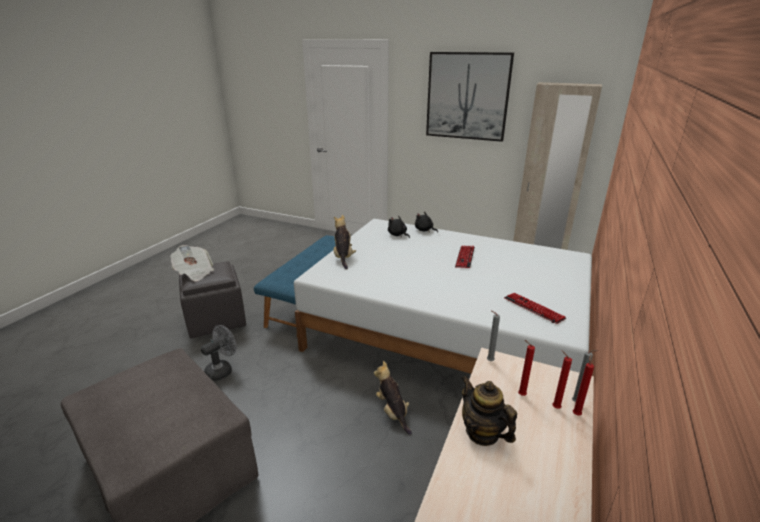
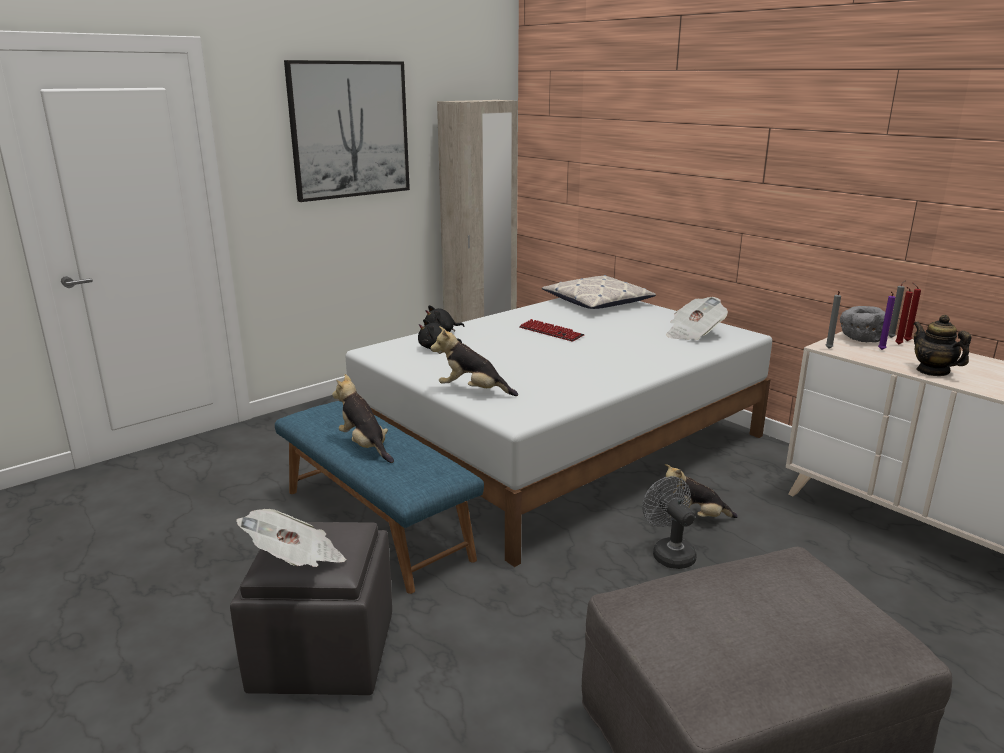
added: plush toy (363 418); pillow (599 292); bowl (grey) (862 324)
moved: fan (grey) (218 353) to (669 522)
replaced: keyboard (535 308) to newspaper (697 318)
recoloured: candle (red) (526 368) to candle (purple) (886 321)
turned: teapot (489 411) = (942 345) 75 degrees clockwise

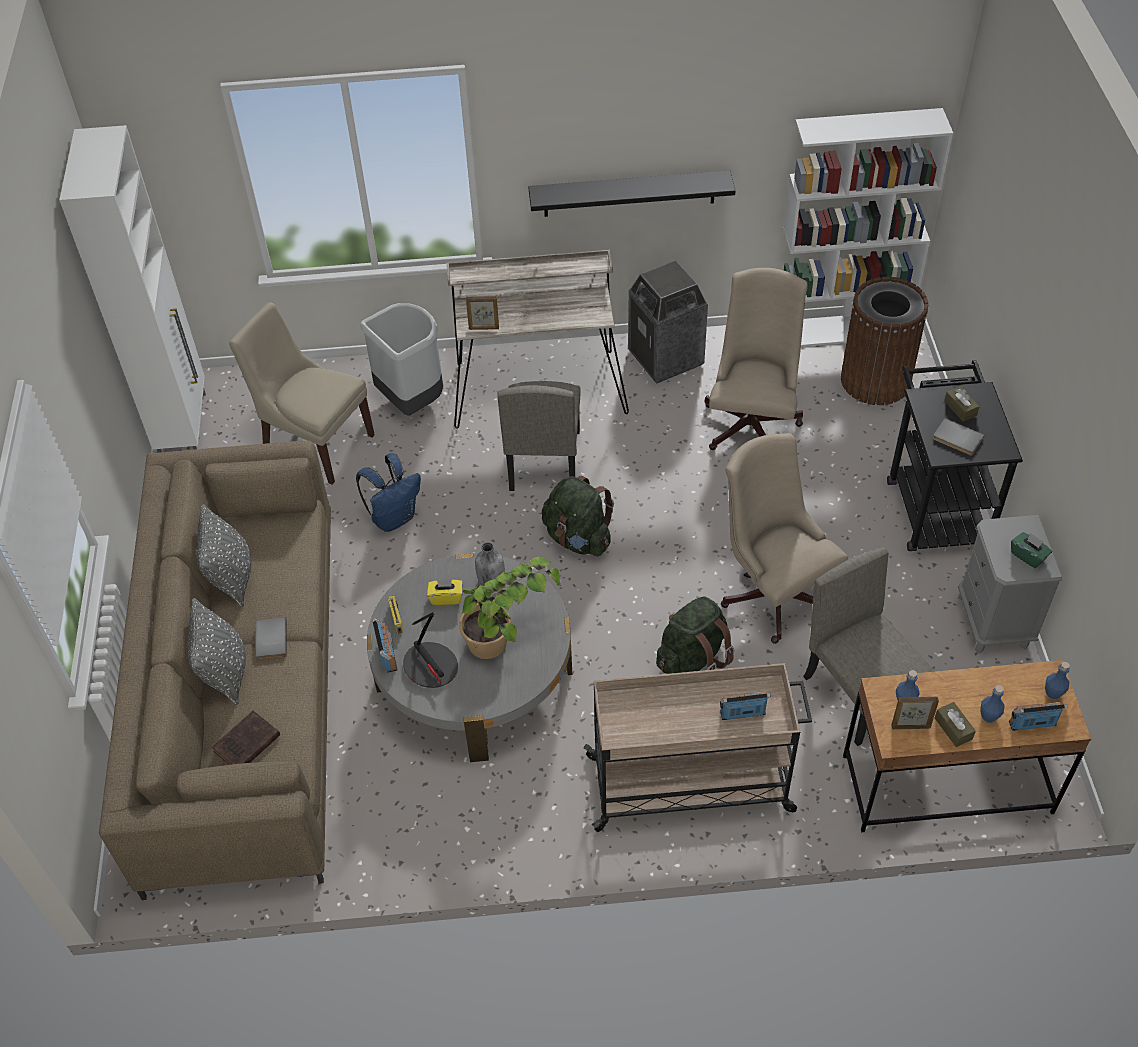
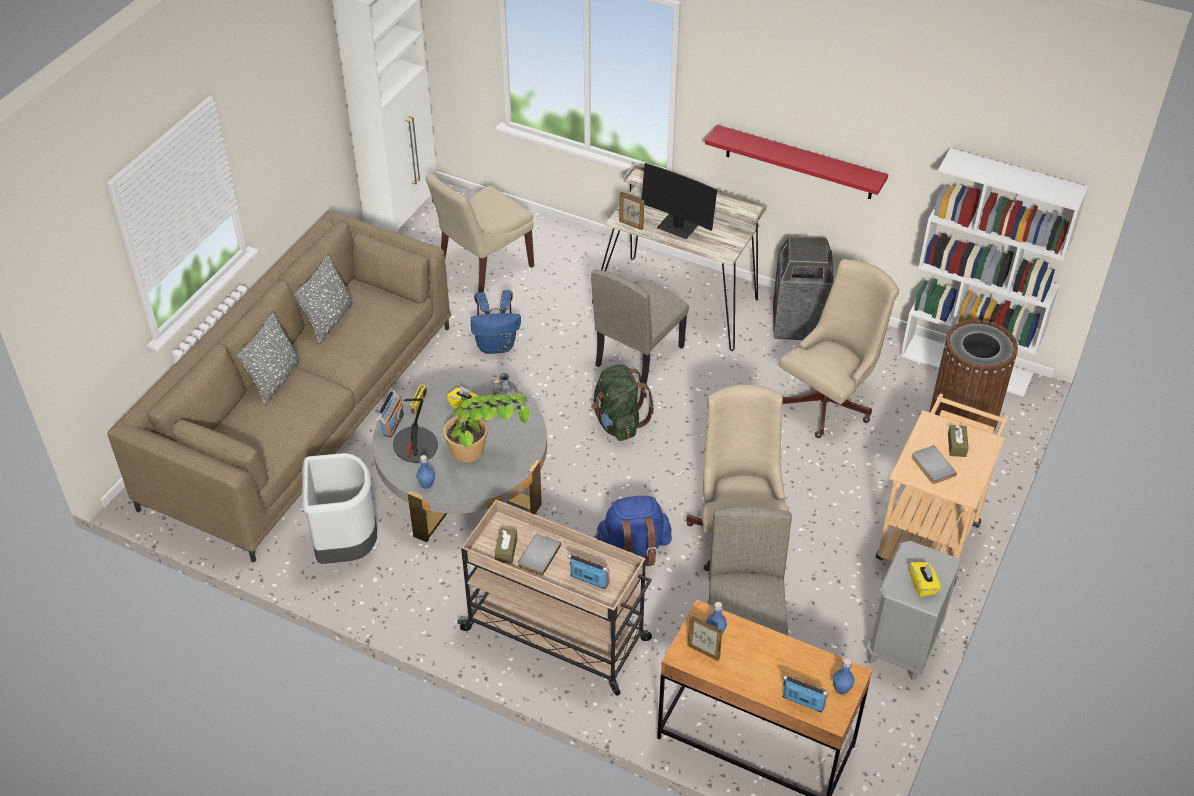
removed: book (brown) (246 738)
added: monitor (679 201)
moved: book (grey) (270 638) to (539 555); trash can (grey) (401 359) to (339 508); tissue box (brown) (955 724) to (506 545); bottle (blue) (992 704) to (425 472)
recoloured: shelf (black) (631 193) to shelf (red) (796 162); backpack (green) (695 635) to backpack (blue) (633 531); cart (black) (955 455) to cart (beige) (942 489); tissue box (green) (1031 550) to tissue box (yellow) (925 579)
turned: chair (beige) (302 393) = (480 232) 105 degrees counterclockwise

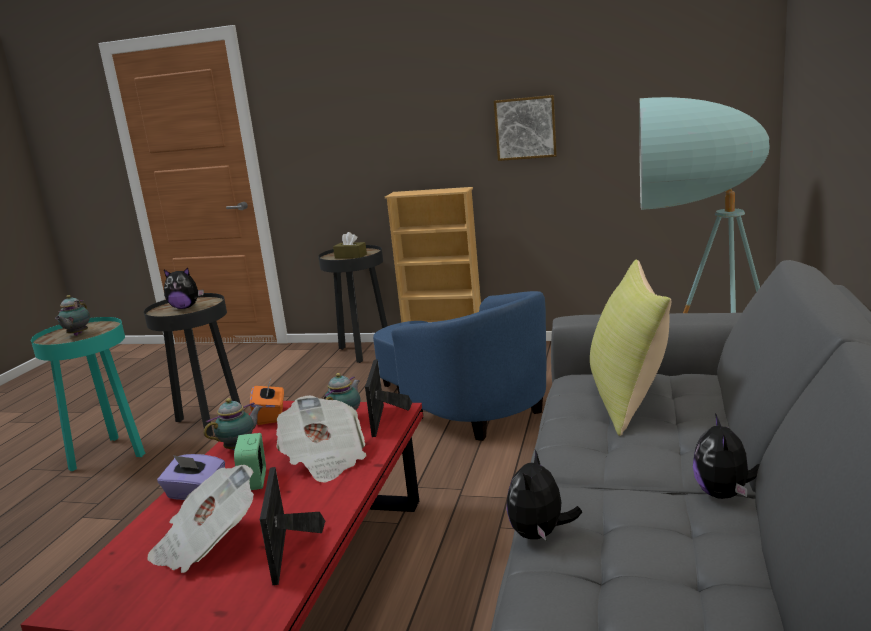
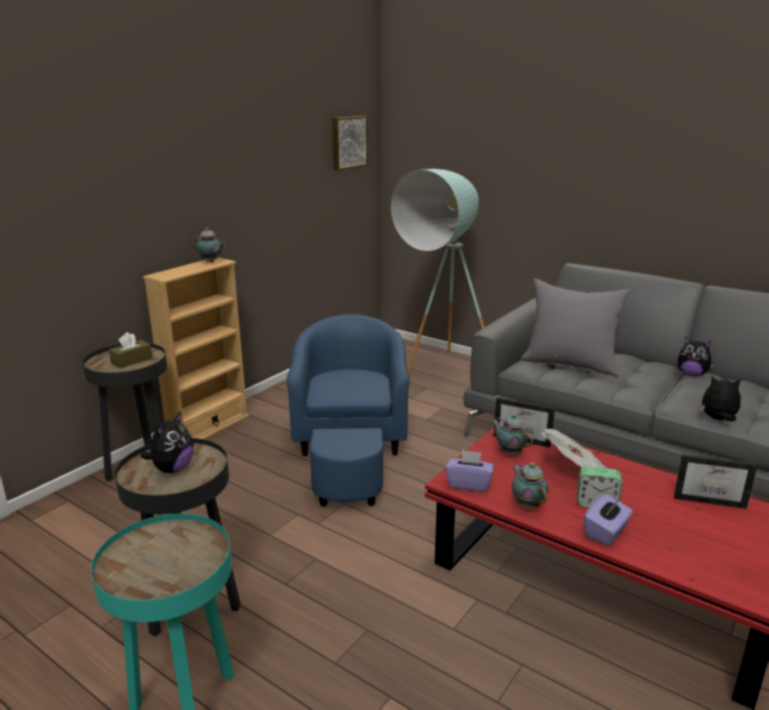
removed: newspaper (201 519)
moved: teapot (72 315) to (209 245); picture (525 128) to (350 143)
recoloured: tissue box (orange) (267 402) to tissue box (purple) (469 471); pillow (yellow) (630 348) to pillow (grey) (575 328)
turned: armchair (blue) (459 366) = (348 410) 75 degrees counterclockwise; plush toy (544 495) = (721 398) 150 degrees clockwise

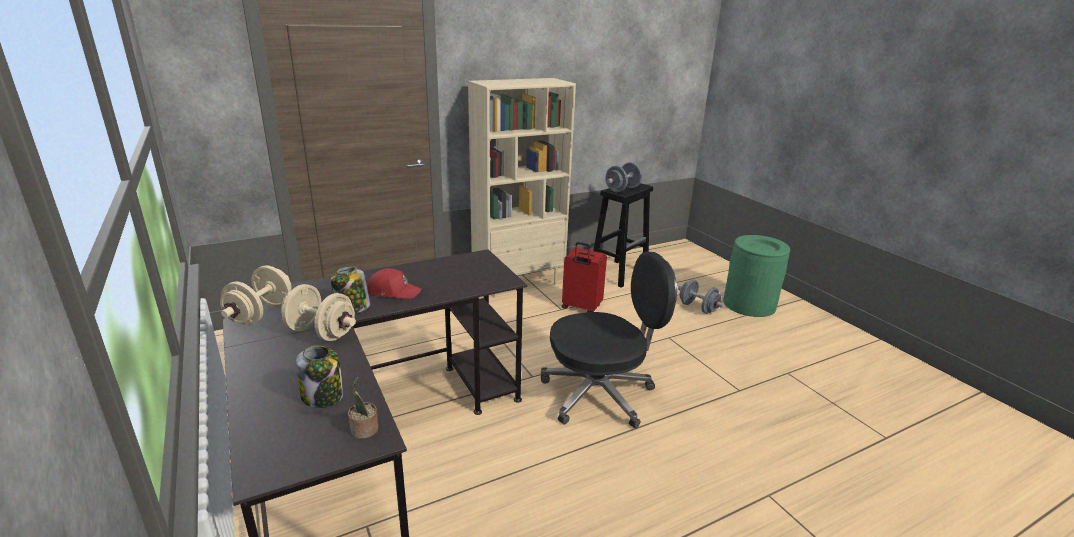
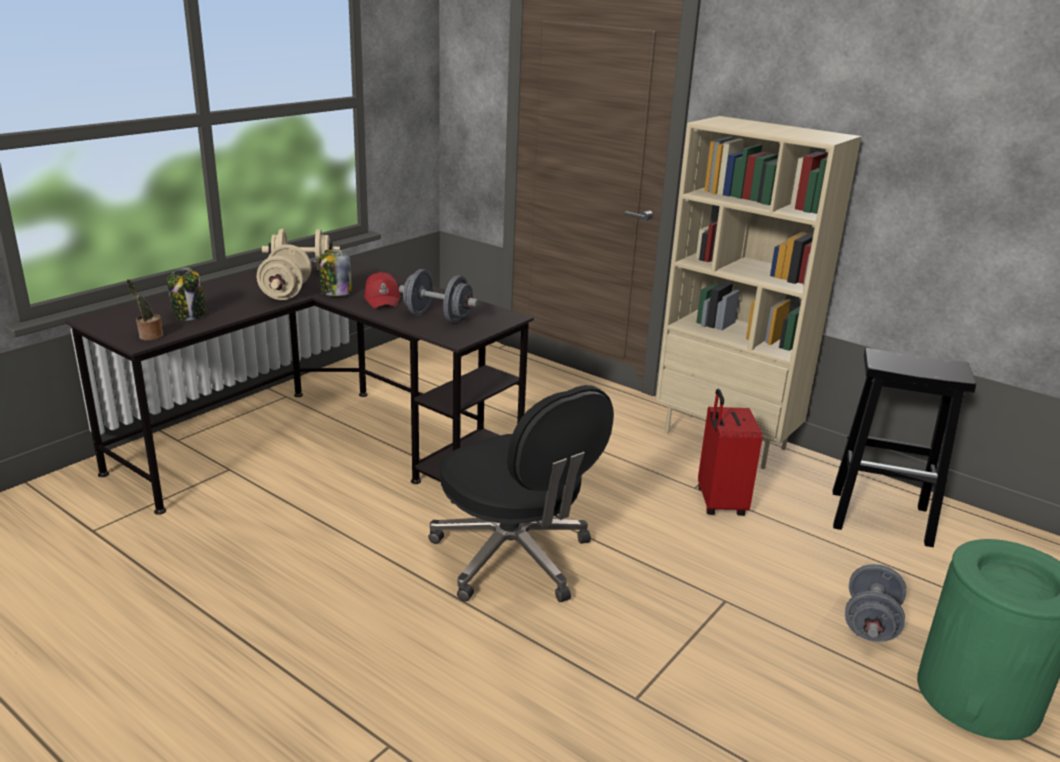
moved: dumbbell (grey) (623 177) to (439 296)

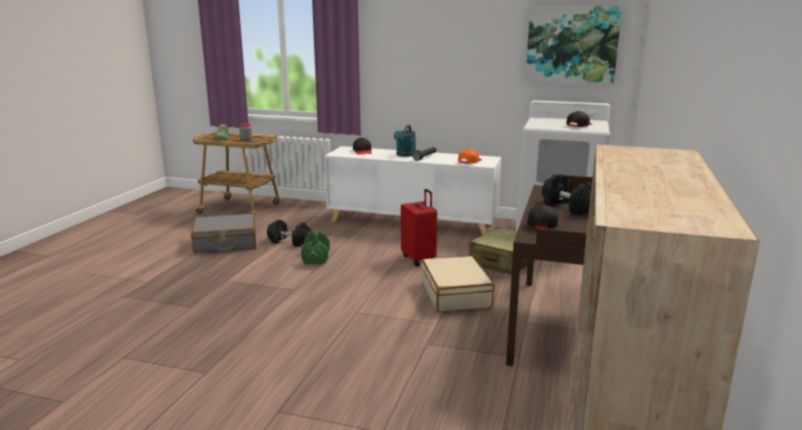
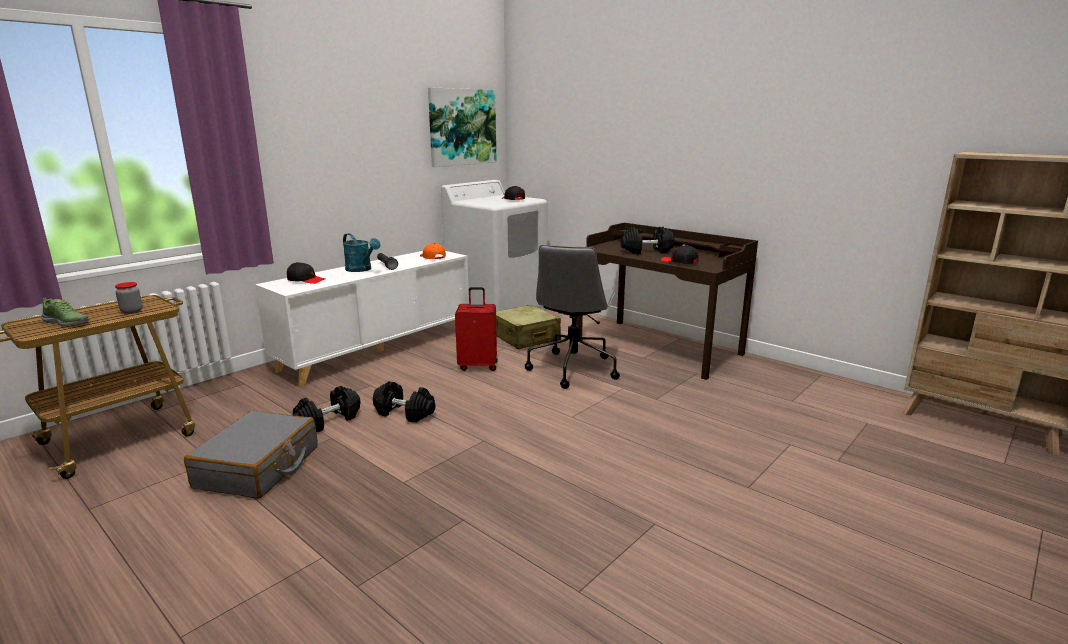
replaced: suitcase (beige) (458 284) to office chair (grey) (572 317)
recoloured: dumbbell (green) (315 247) to dumbbell (black) (404 402)

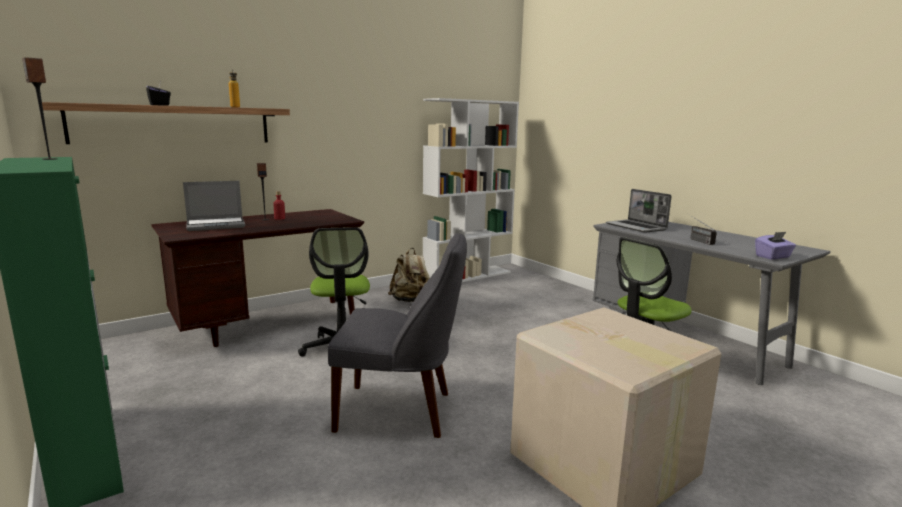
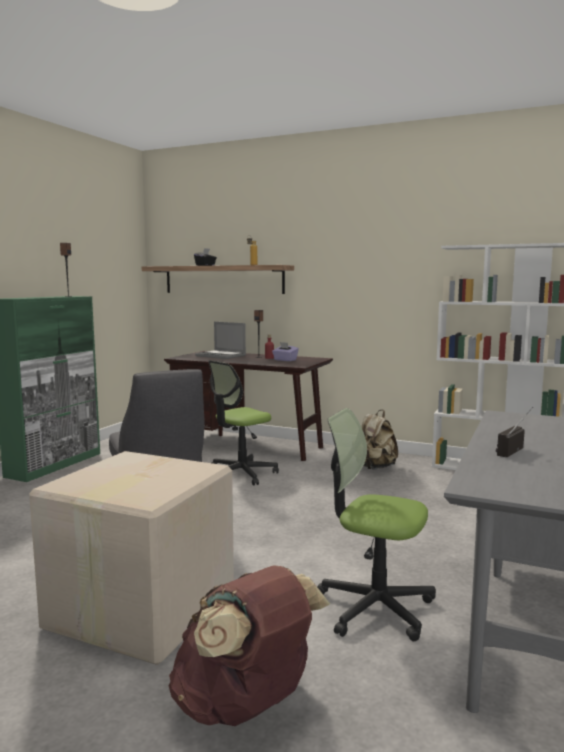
removed: laptop (639 211)
added: backpack (brown) (249 645)
moved: tissue box (purple) (775 246) to (285 351)

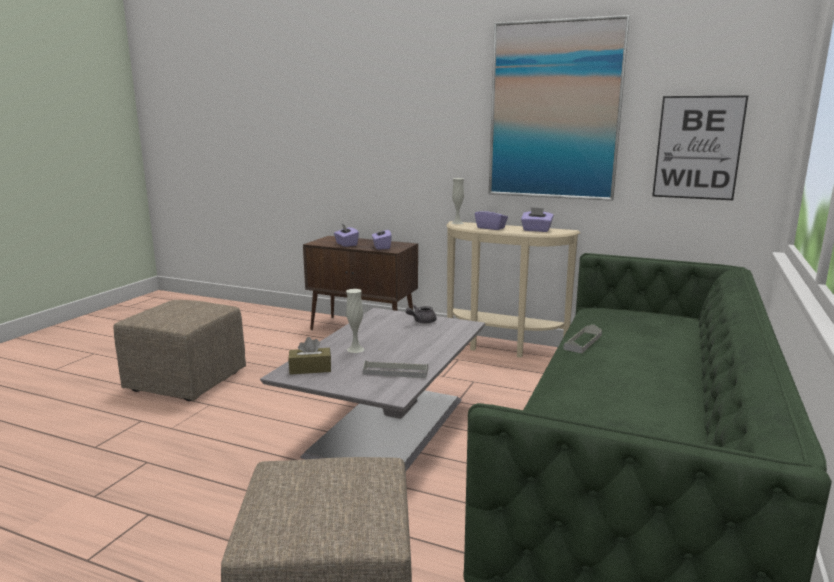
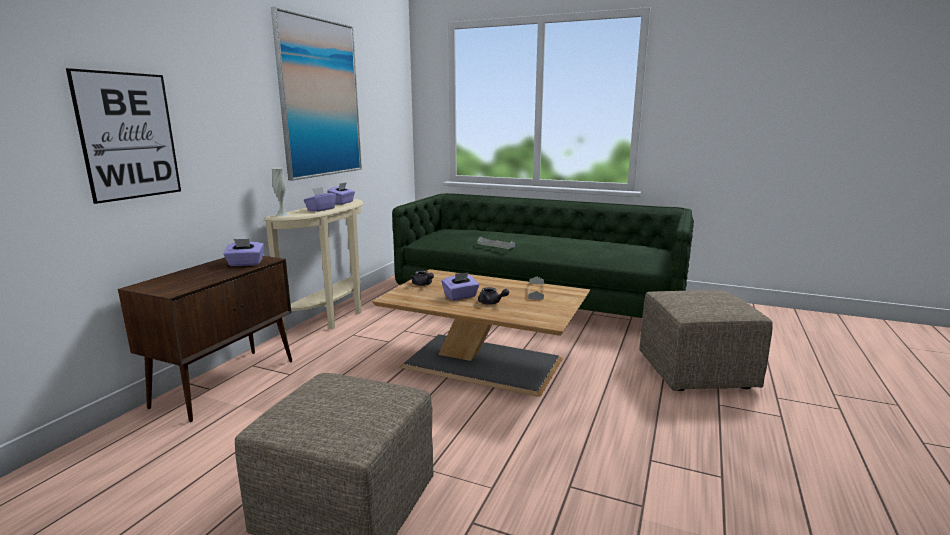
removed: tissue box (brown) (309 356)
moved: tissue box (purple) (346 235) to (460 286); picture (700 147) to (123 136)
replaced: vase (white) (355 321) to teapot (grey) (493 296)
recoloured: coffee table (grey) (372 389) to coffee table (brown) (481 333)

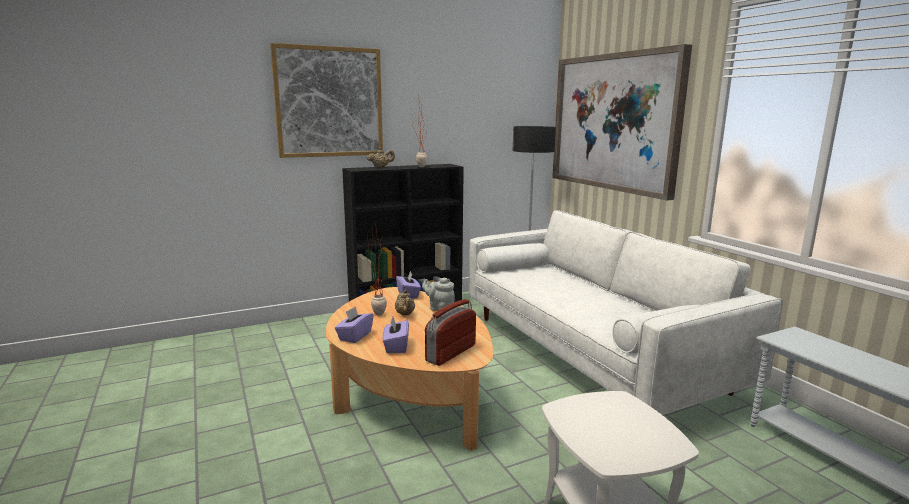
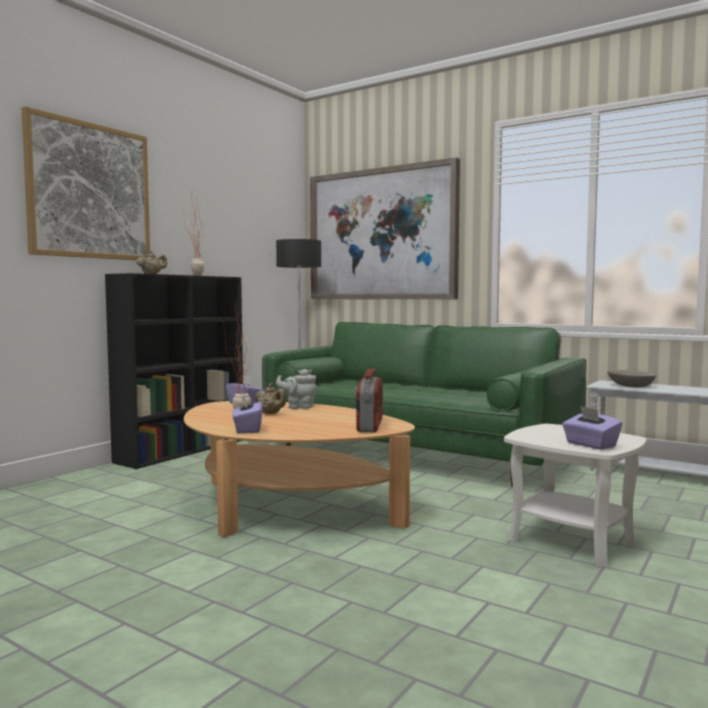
added: bowl (grey) (631 378)
moved: tissue box (purple) (395 335) to (592 428)
recoloured: sofa (white) (626 312) to sofa (green) (424 404)

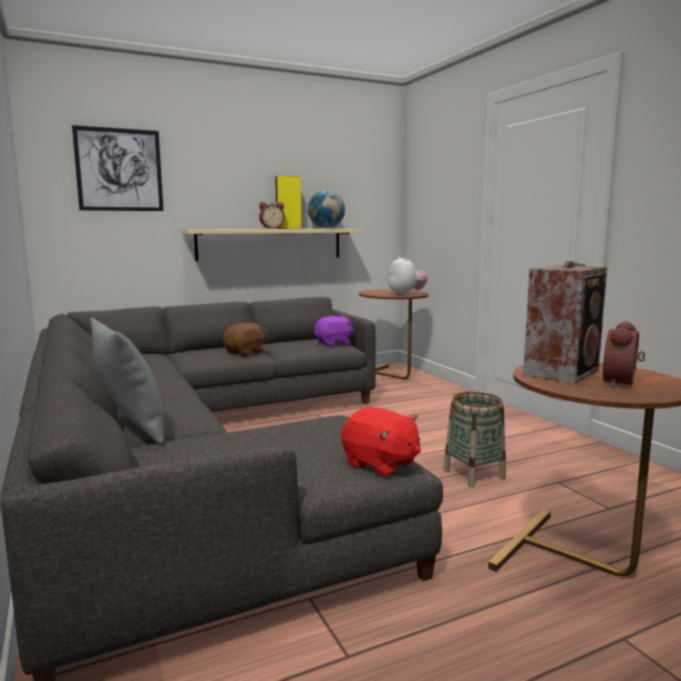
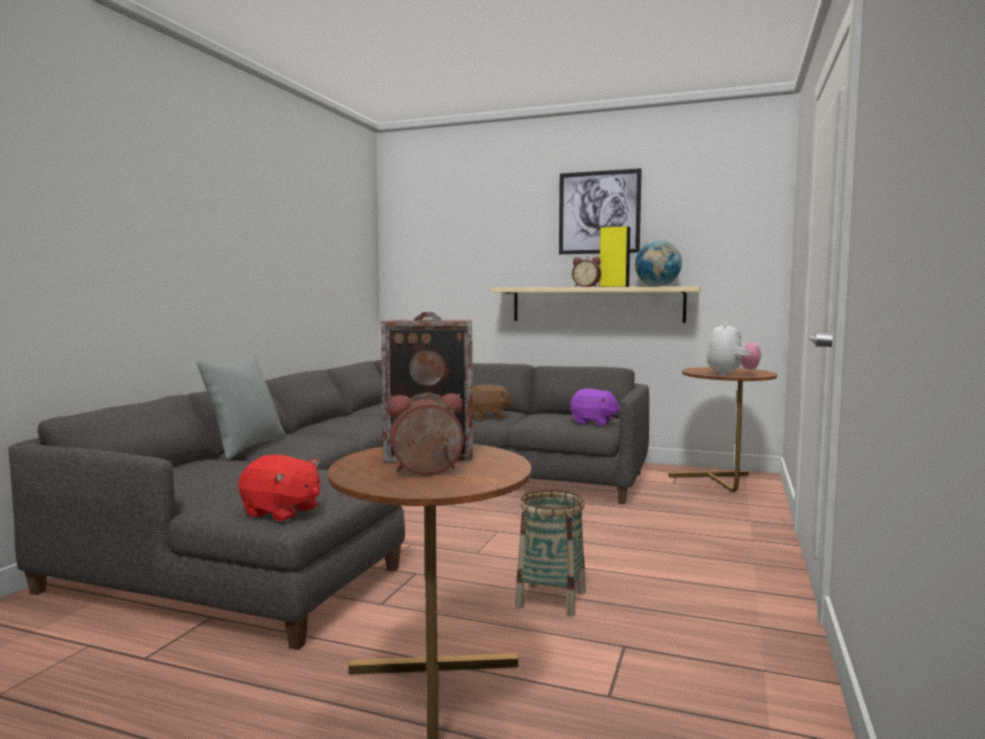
moved: picture (118 168) to (600 211)
turned: plush toy (red) (381 442) = (279 488) 60 degrees counterclockwise

